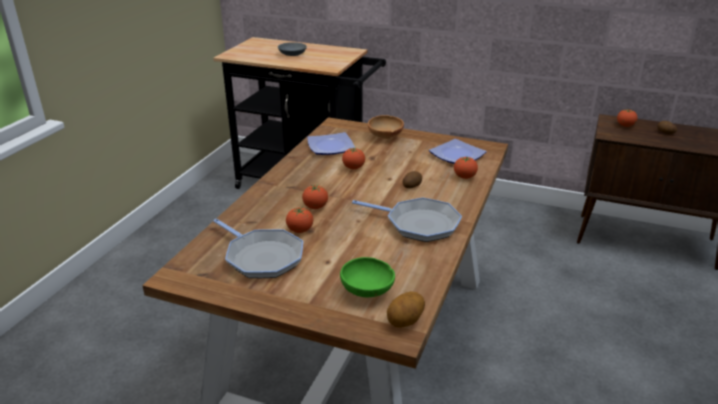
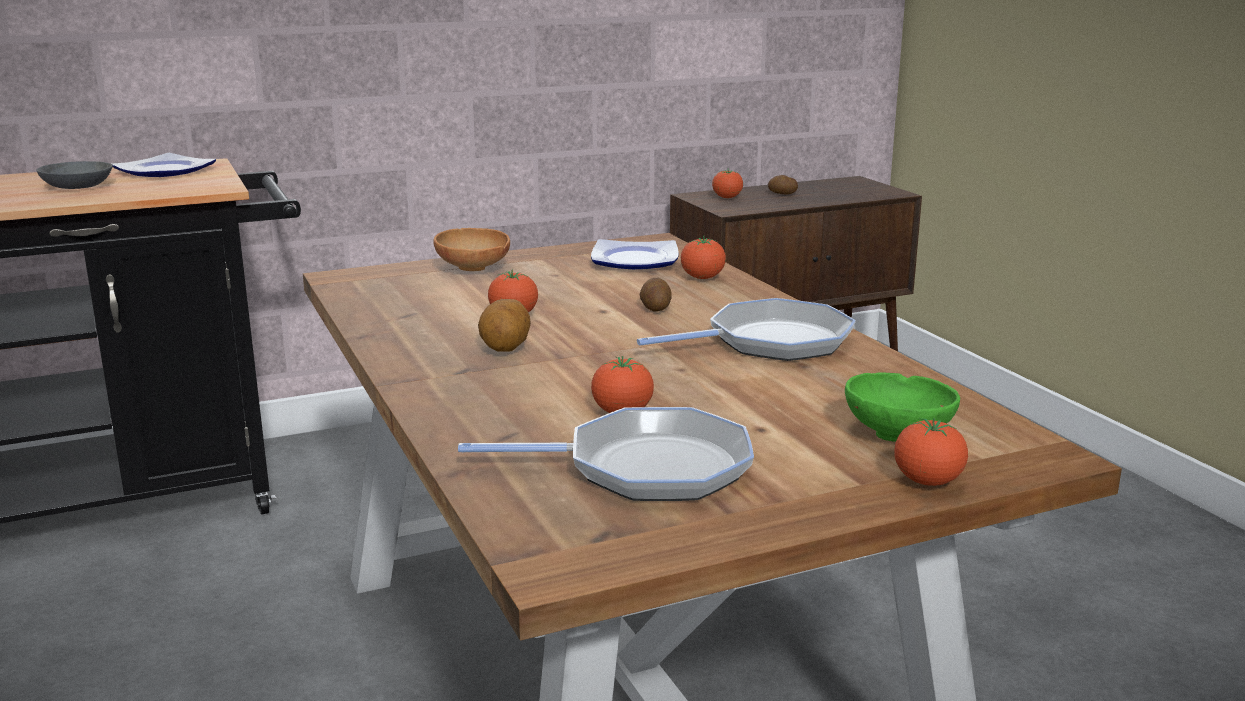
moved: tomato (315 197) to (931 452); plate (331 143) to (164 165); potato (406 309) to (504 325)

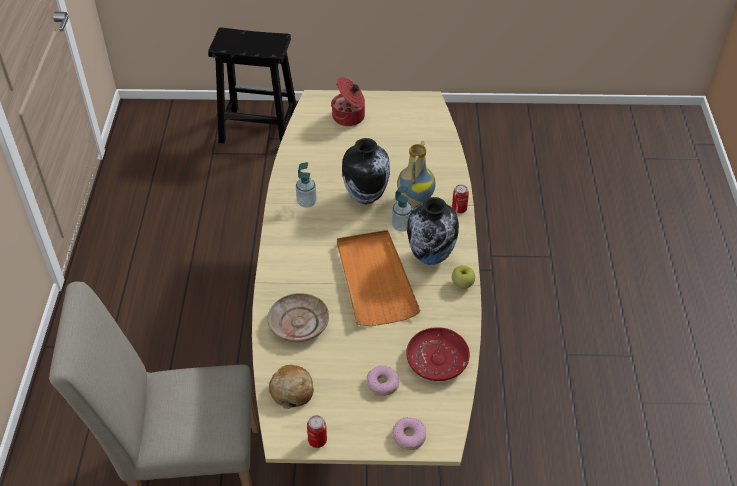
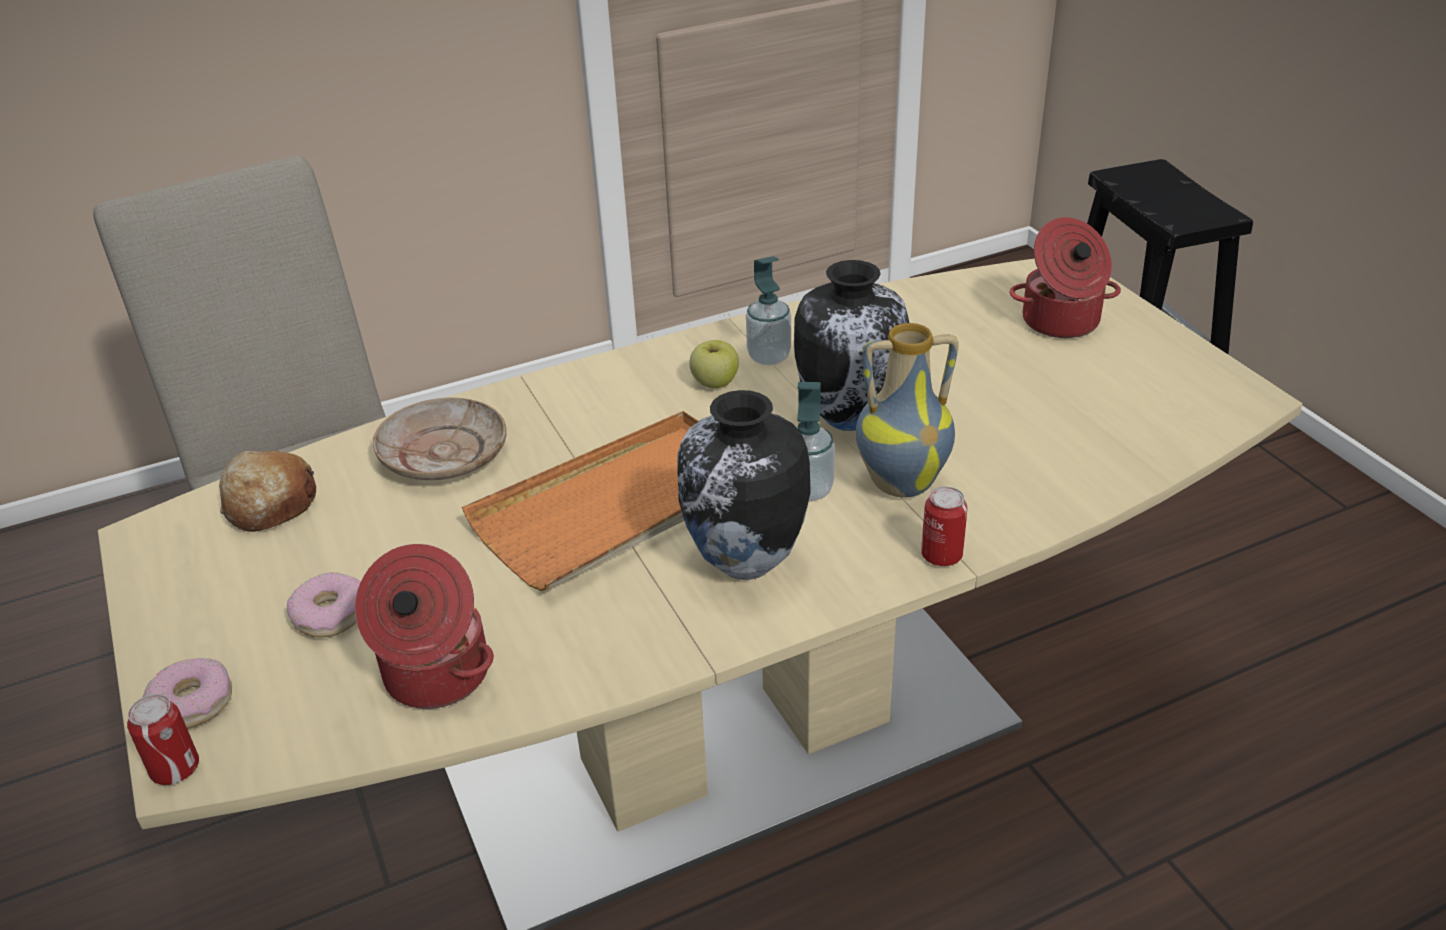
moved: can (317 431) to (163 739); apple (463 277) to (714 364)
replaced: plate (red) (438 354) to cooking pot (424 626)

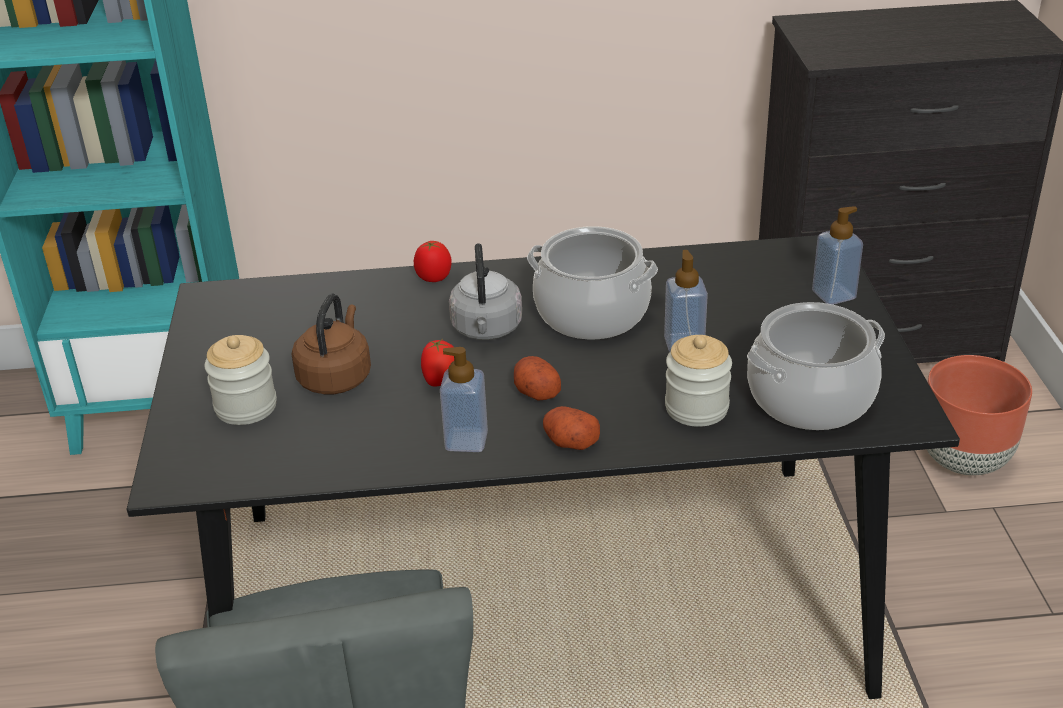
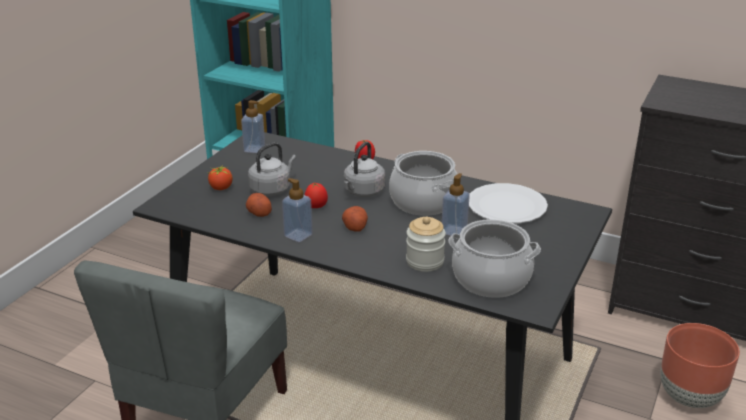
added: plate (white) (508 203)
moved: potato (571 428) to (259 205); soap dispenser (837 255) to (253 126)
replaced: jar (240 380) to tomato (220 178)
recoloured: kettle (brown) (331 344) to kettle (grey) (272 169)

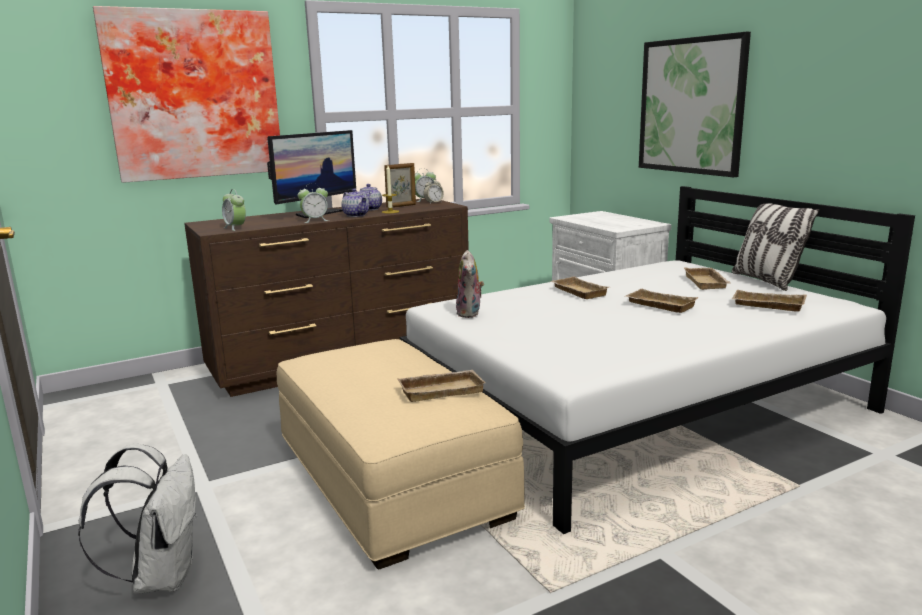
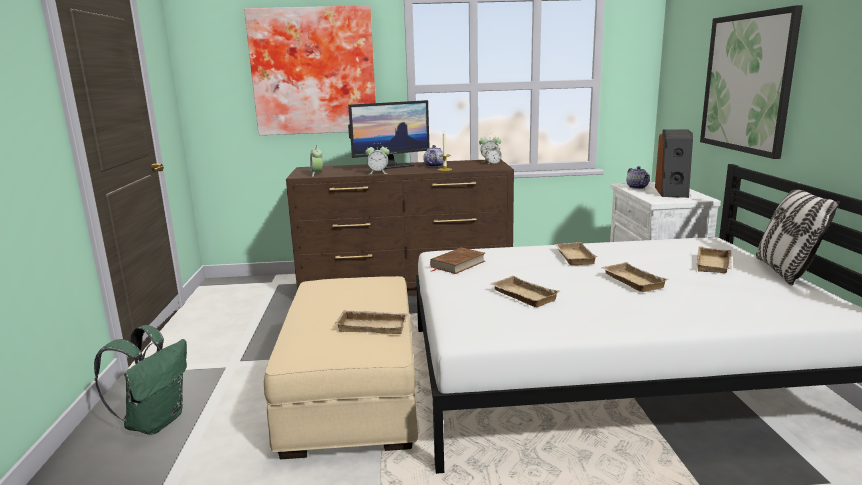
removed: picture frame (400 185)
added: speaker (674 164)
moved: teapot (355 203) to (637 177); tray (beige) (769 300) to (525 291)
replaced: plush toy (470 284) to book (brown) (457 260)
recoloured: backpack (white) (137 518) to backpack (green) (140 380)

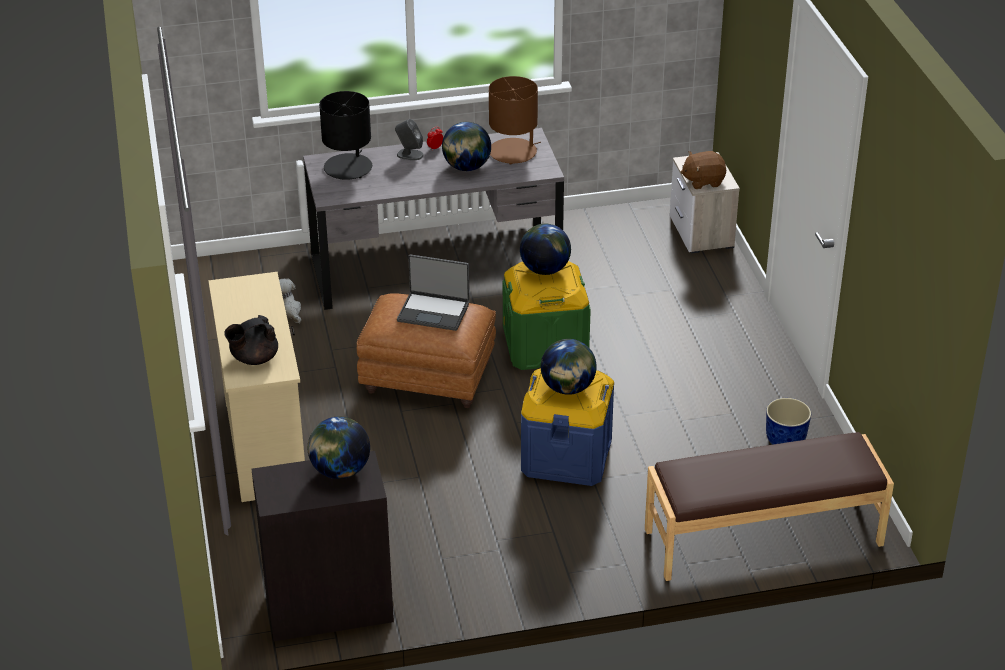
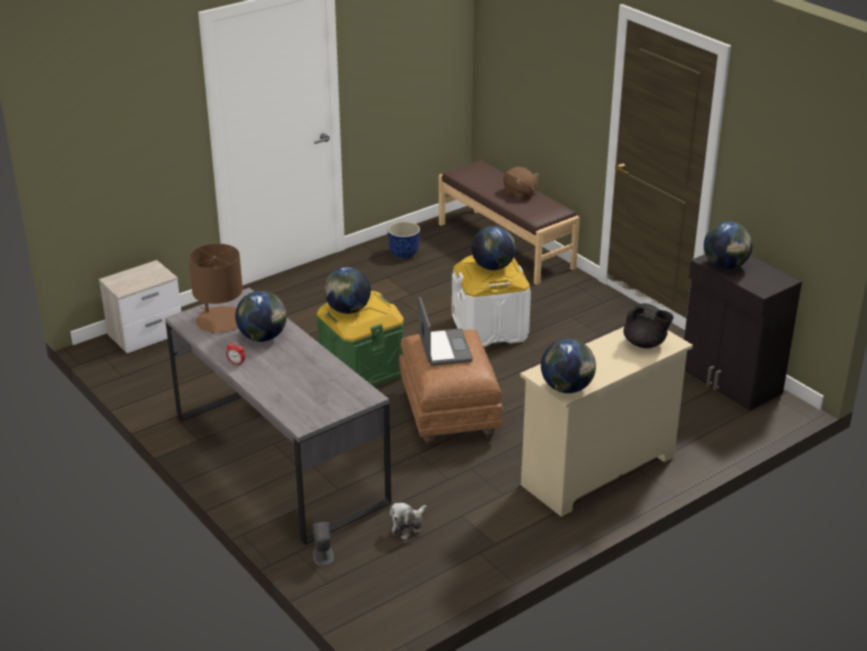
removed: table lamp (black) (345 135)
added: globe (568 366)
moved: speaker (grey) (409 139) to (323 544); plush toy (brown) (703 170) to (521 183)
recoloured: storage box (blue) (567 427) to storage box (white) (491 301)

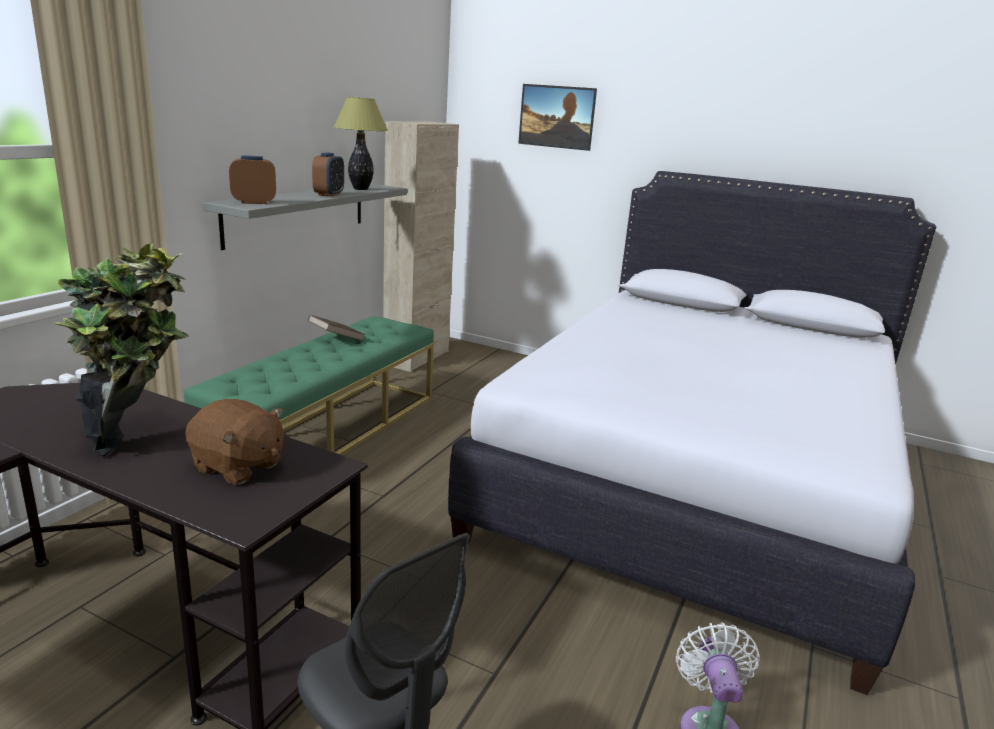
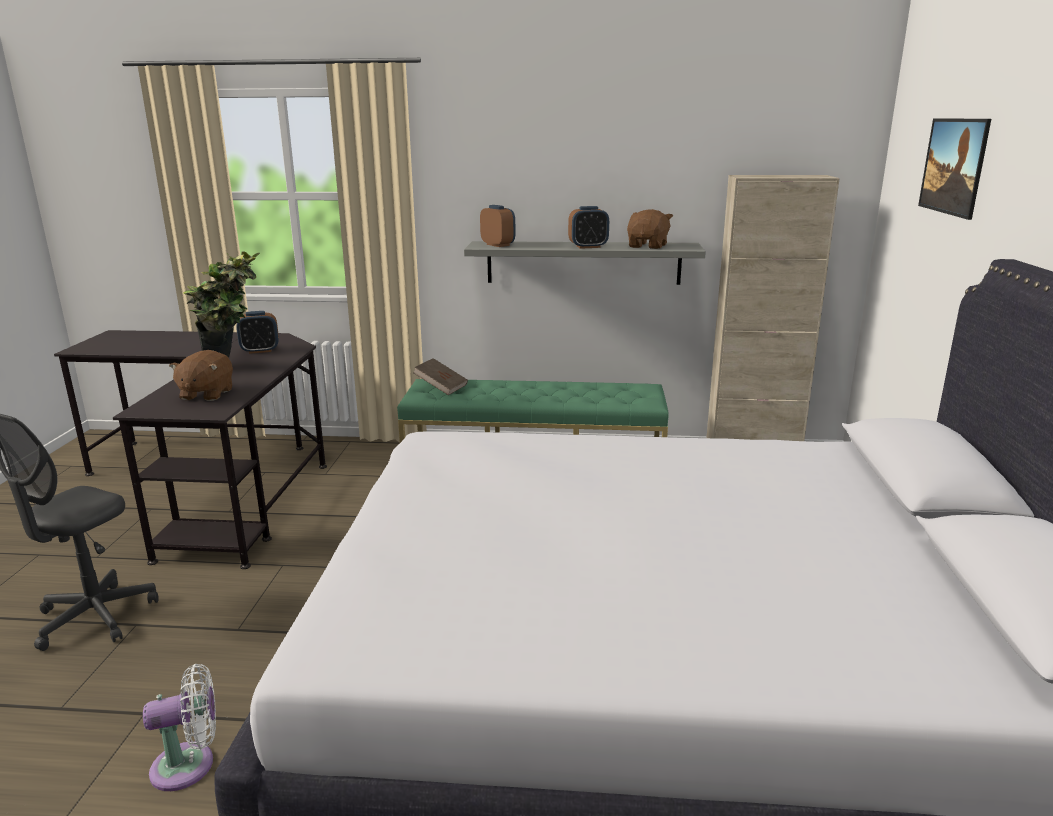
added: alarm clock (257 332)
moved: book (brown) (336 328) to (440 376)
replaced: table lamp (361 143) to plush toy (brown) (650 229)

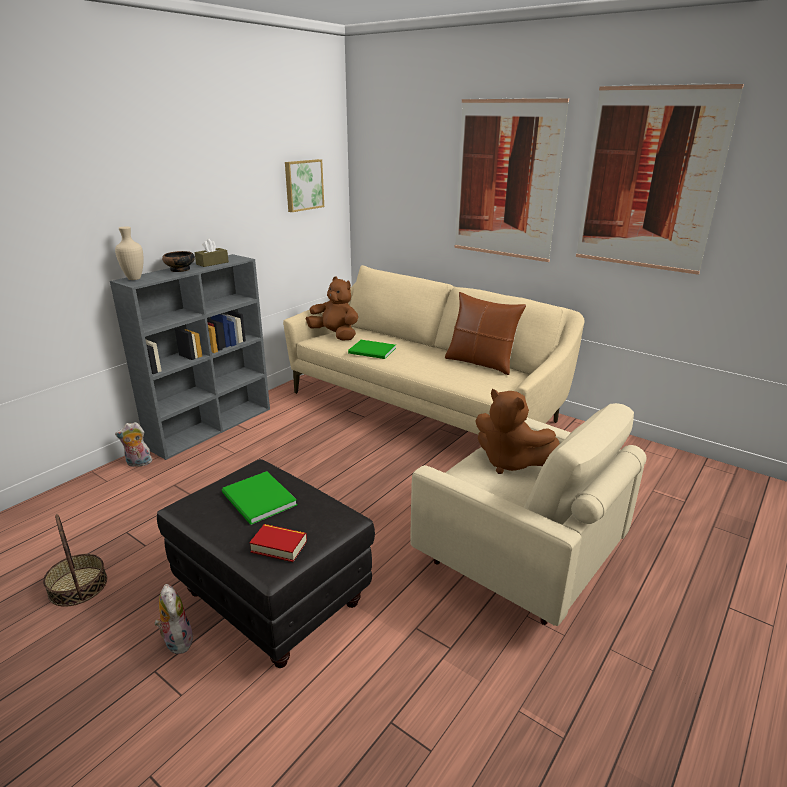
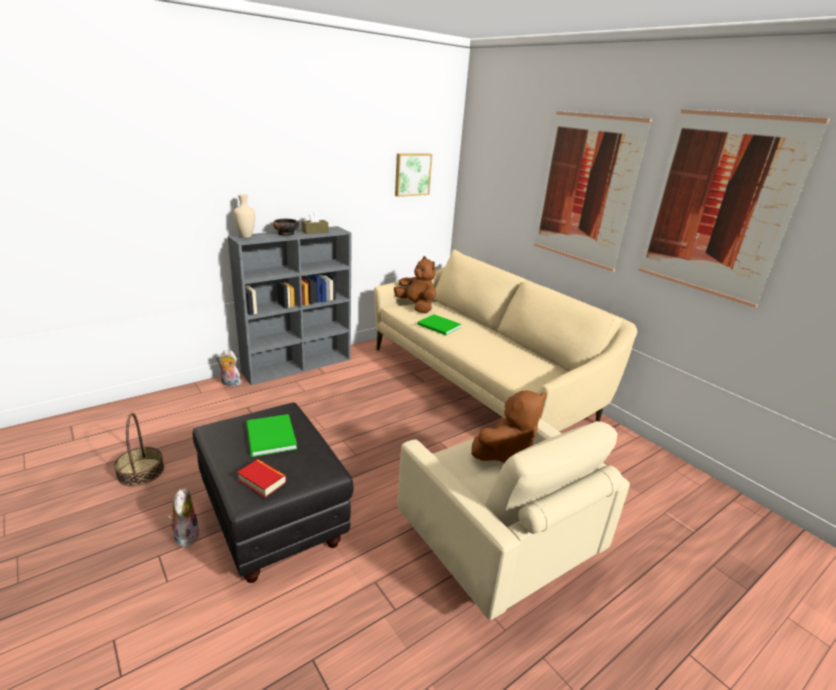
removed: pillow (brown) (485 333)
turned: plush toy (brown) (518 431) = (509 426) 90 degrees counterclockwise

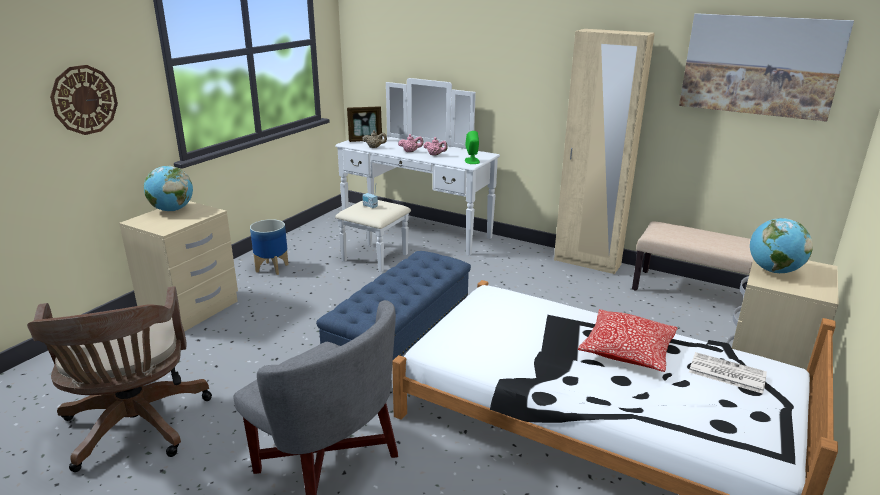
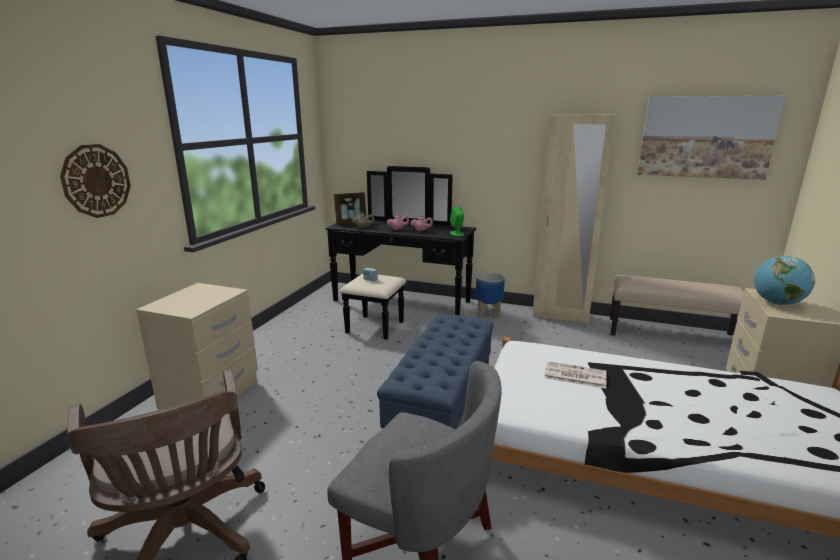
removed: globe (168 188); pillow (628 340)
moved: planter (269 247) to (490 294); newspaper (728 373) to (575 375)
recoloured: dresser (white) (417 175) to dresser (black) (400 253)

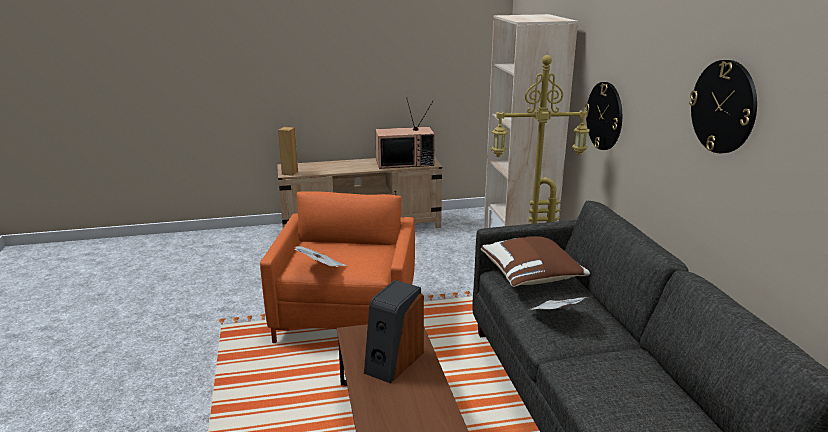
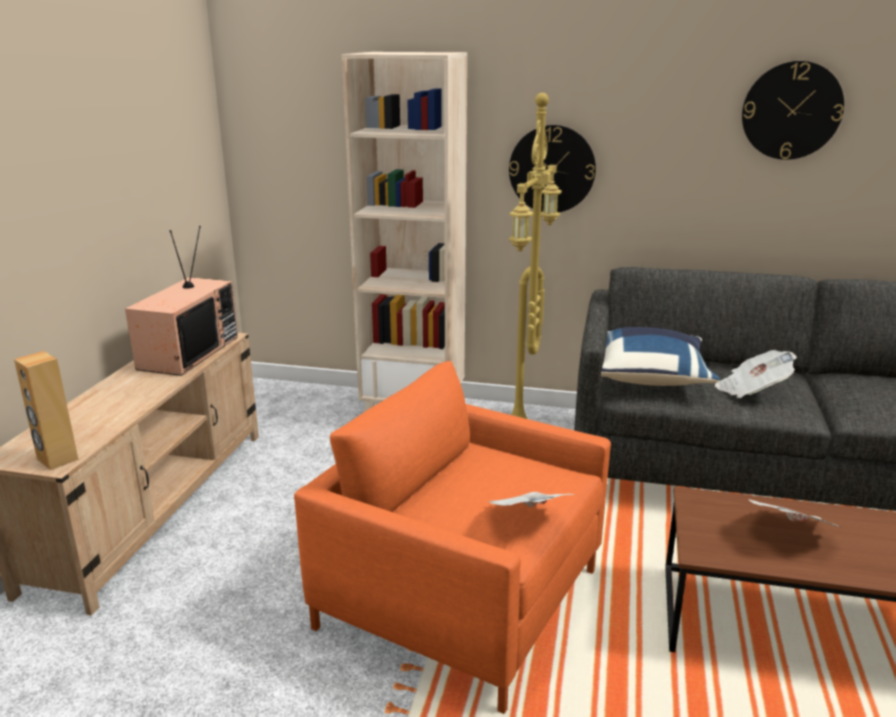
replaced: speaker (394 331) to newspaper (794 513)
recoloured: pillow (brown) (535 261) to pillow (blue) (660 356)

